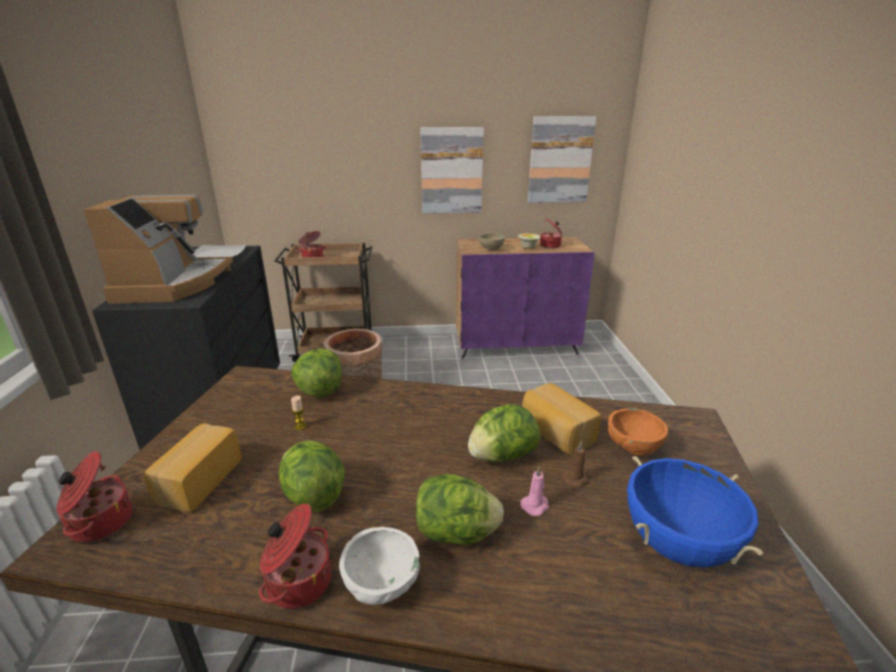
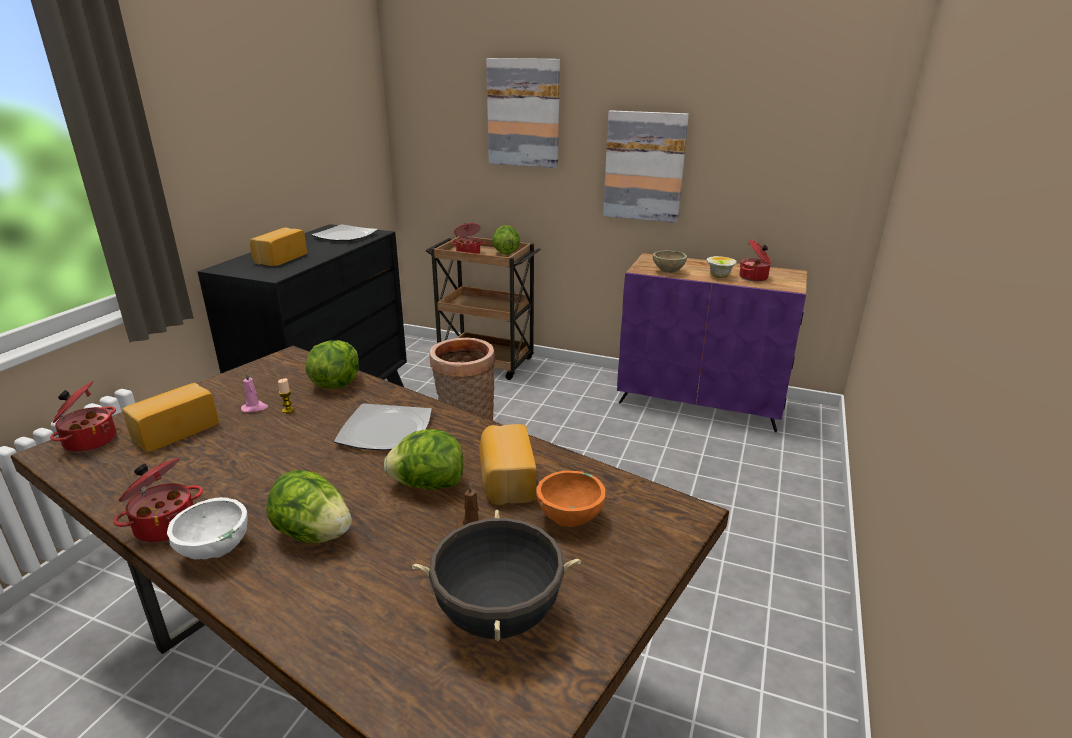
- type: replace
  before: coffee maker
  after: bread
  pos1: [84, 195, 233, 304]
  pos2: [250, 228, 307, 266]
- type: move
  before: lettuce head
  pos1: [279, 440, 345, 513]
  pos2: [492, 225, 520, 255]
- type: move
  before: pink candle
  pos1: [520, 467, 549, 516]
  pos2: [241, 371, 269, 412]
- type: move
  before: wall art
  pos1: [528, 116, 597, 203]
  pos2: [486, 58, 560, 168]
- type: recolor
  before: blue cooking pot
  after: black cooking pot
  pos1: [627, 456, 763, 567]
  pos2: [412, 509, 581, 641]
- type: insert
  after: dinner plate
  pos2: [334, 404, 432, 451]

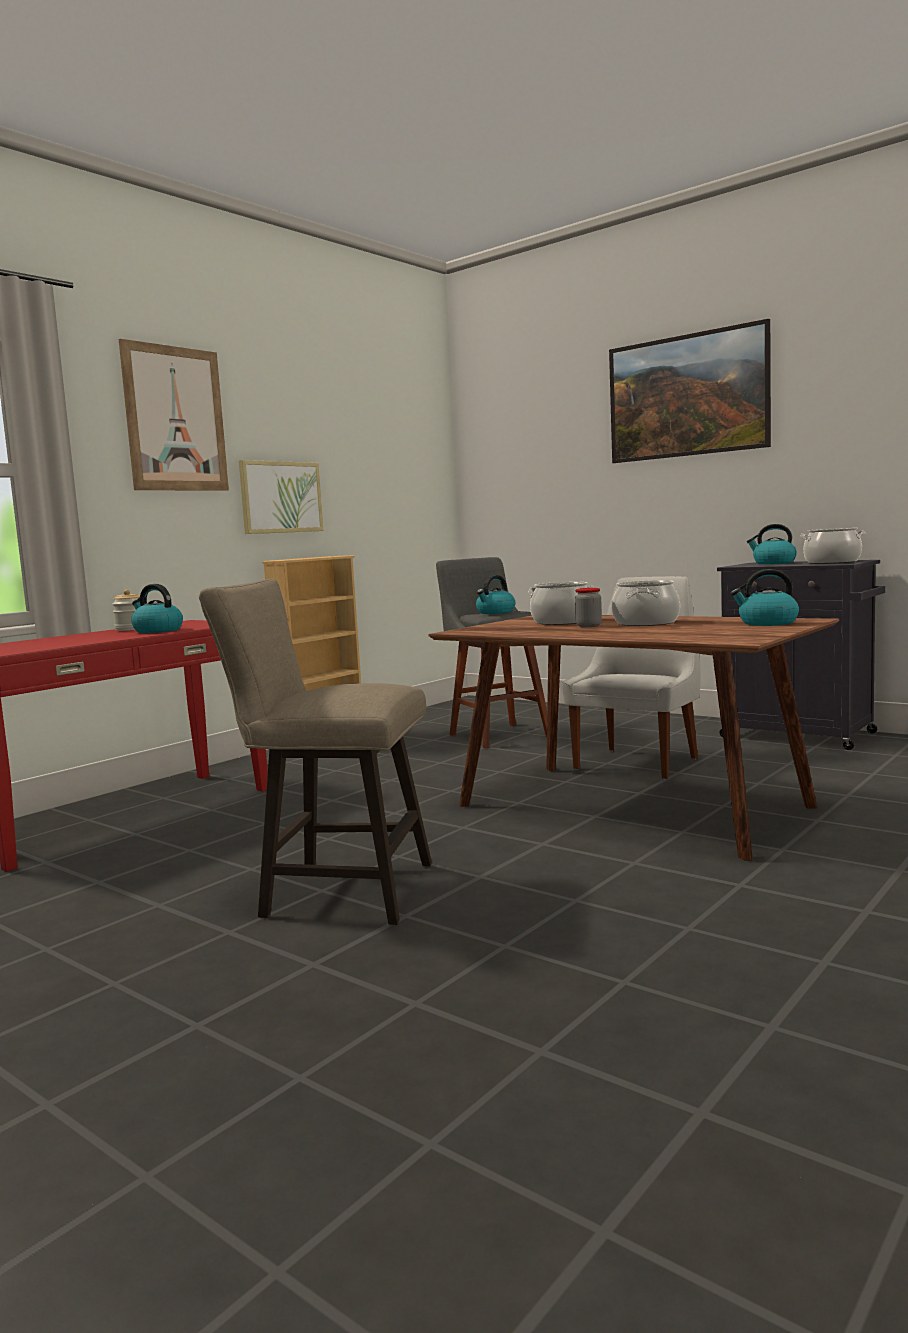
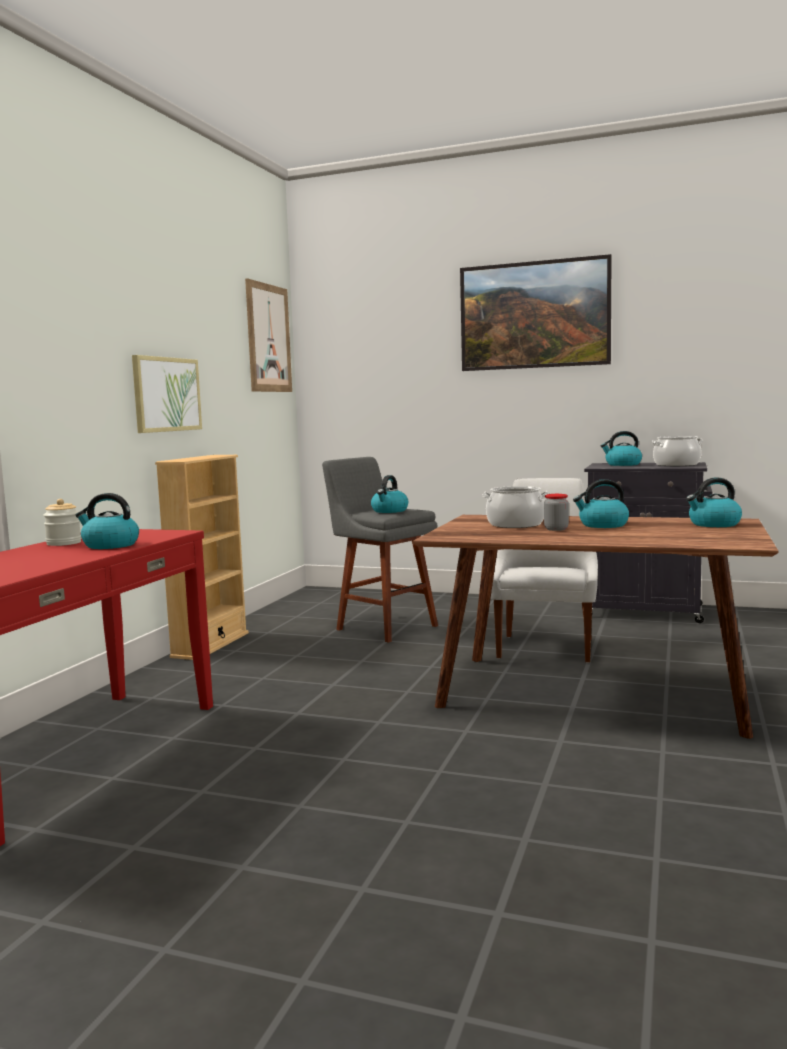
- type: move
  before: wall art
  pos1: [119, 339, 229, 491]
  pos2: [245, 278, 292, 392]
- type: delete
  before: beige stool seat
  pos1: [199, 579, 432, 925]
- type: replace
  before: cooking pot
  after: water kettle
  pos1: [612, 580, 680, 626]
  pos2: [573, 479, 629, 528]

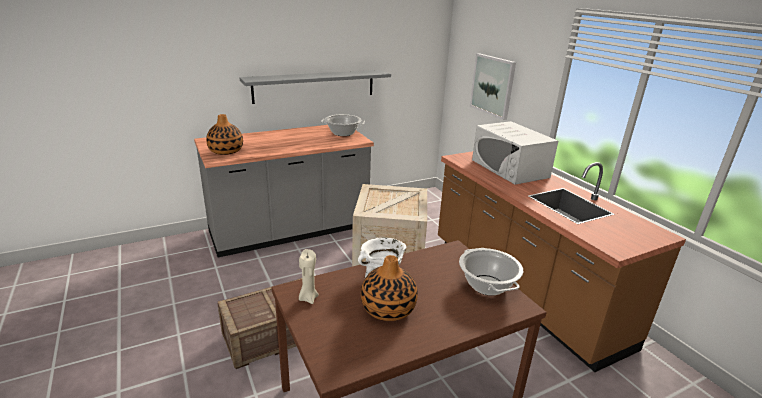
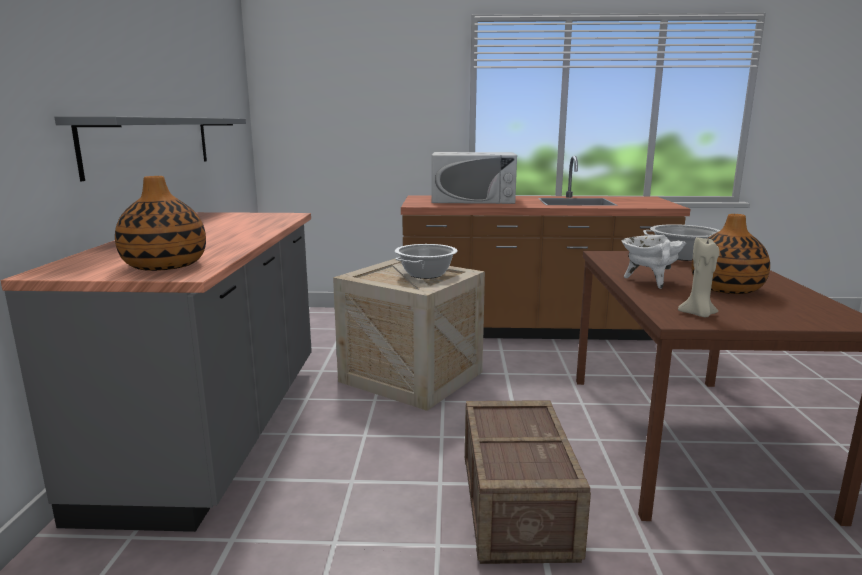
- type: move
  before: cooking pot
  pos1: [321, 114, 365, 136]
  pos2: [395, 244, 458, 279]
- type: delete
  before: wall art
  pos1: [470, 53, 516, 120]

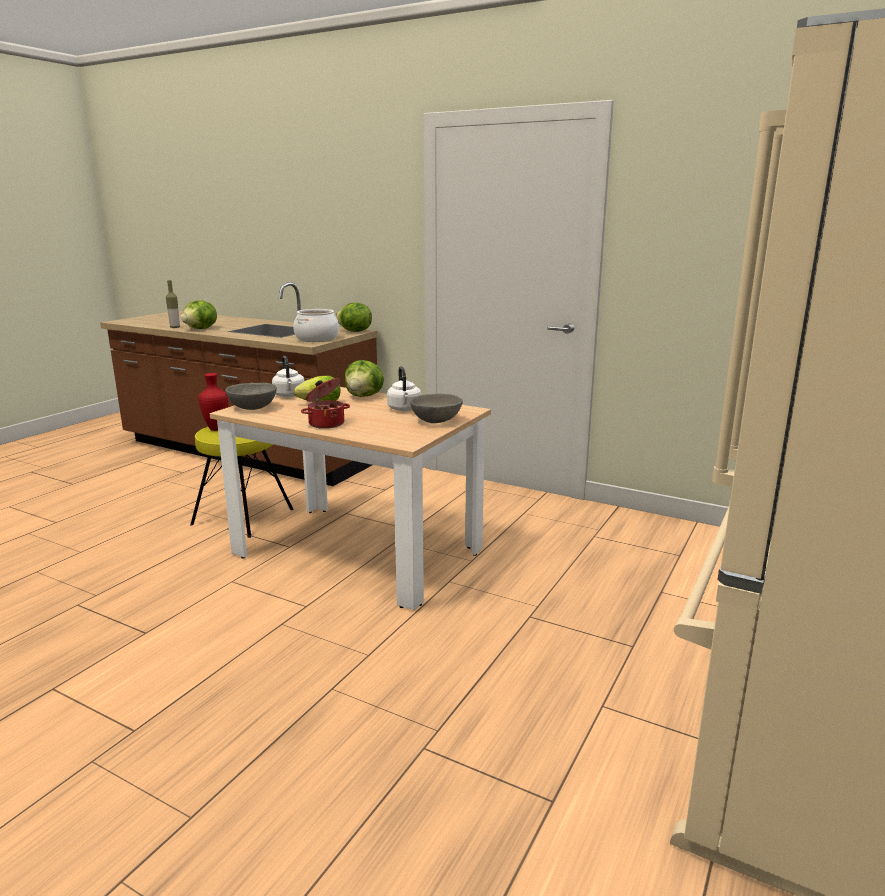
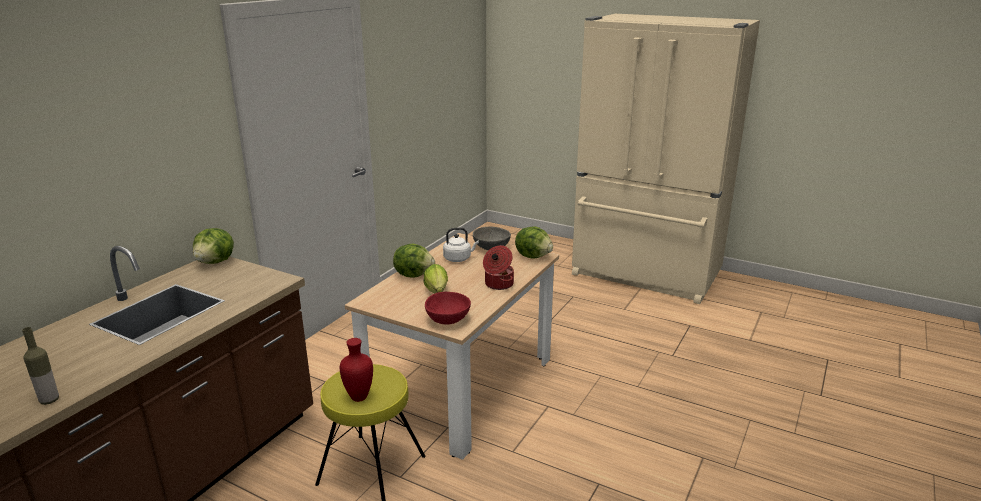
- type: move
  before: lettuce head
  pos1: [181, 300, 217, 329]
  pos2: [515, 227, 553, 259]
- type: recolor
  before: greyish bowl
  after: reddish bowl
  pos1: [225, 383, 277, 410]
  pos2: [425, 292, 471, 324]
- type: delete
  before: white water kettle
  pos1: [272, 355, 304, 397]
- type: delete
  before: cooking pot
  pos1: [293, 309, 339, 342]

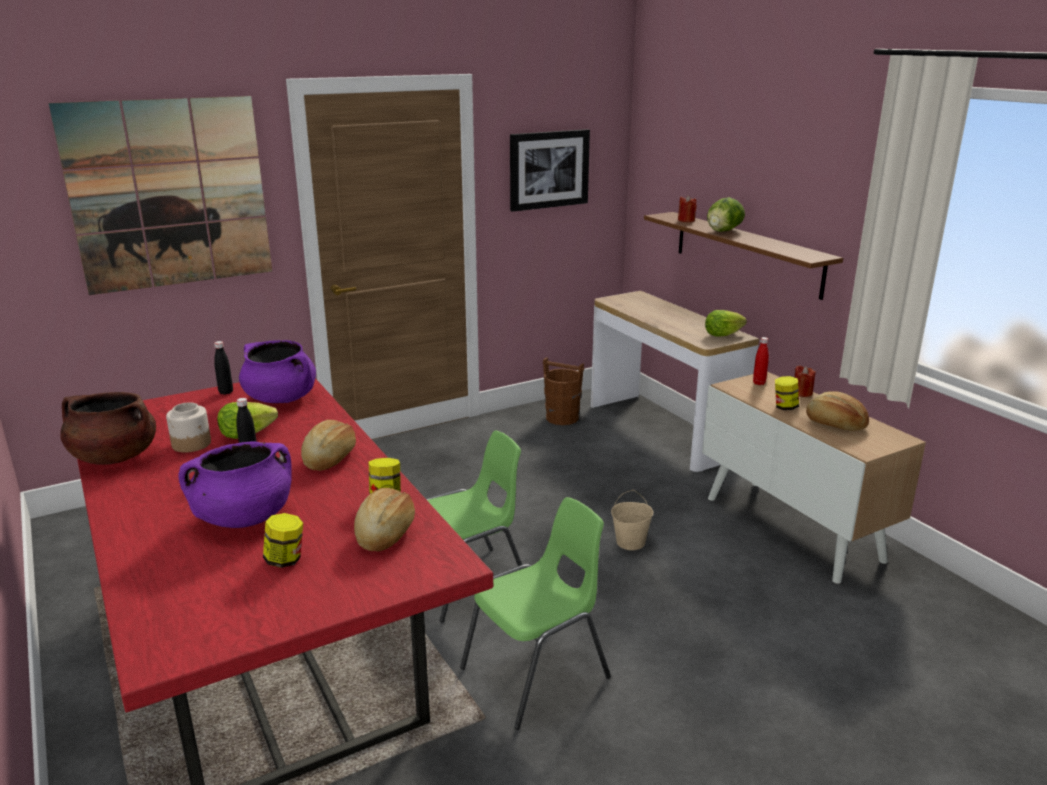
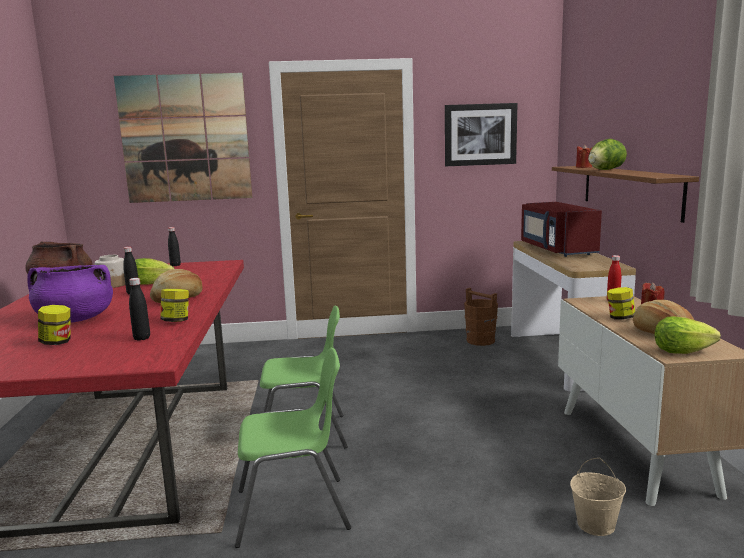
- type: delete
  before: purplish cooking pot
  pos1: [239, 340, 316, 403]
- type: replace
  before: bread
  after: black bottle
  pos1: [354, 488, 415, 551]
  pos2: [129, 278, 150, 341]
- type: move
  before: beige water bucket
  pos1: [611, 490, 653, 550]
  pos2: [570, 458, 626, 536]
- type: move
  before: lettuce head
  pos1: [705, 310, 747, 337]
  pos2: [655, 316, 721, 354]
- type: insert
  after: reddish kitchen microwave
  pos2: [521, 202, 602, 257]

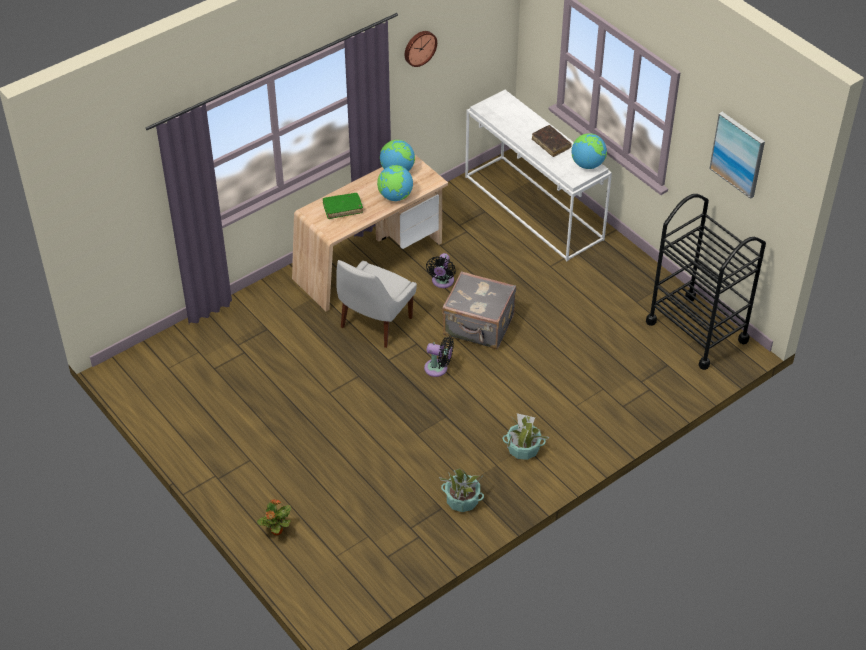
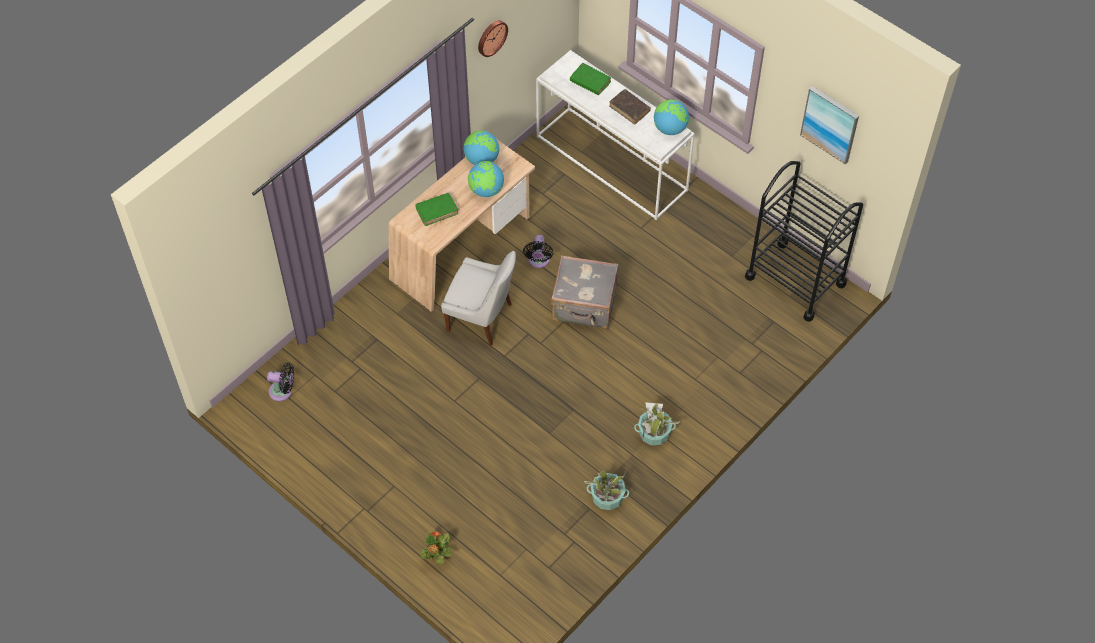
- type: rotate
  before: white chair
  pos1: [336, 260, 417, 348]
  pos2: [441, 251, 516, 346]
  turn: -90
- type: move
  before: black electric fan
  pos1: [424, 337, 454, 377]
  pos2: [267, 363, 294, 401]
- type: insert
  after: green volume
  pos2: [570, 63, 611, 95]

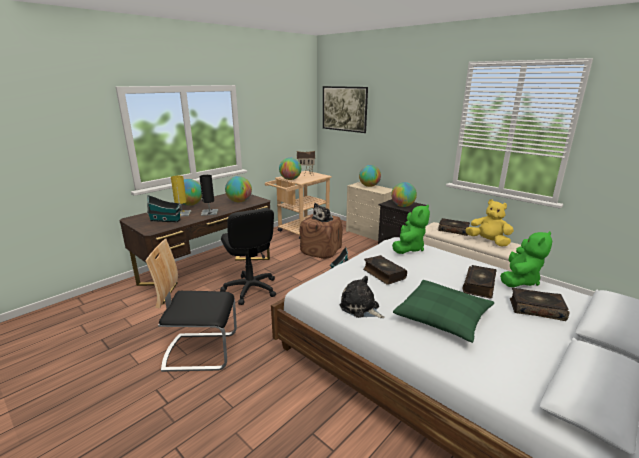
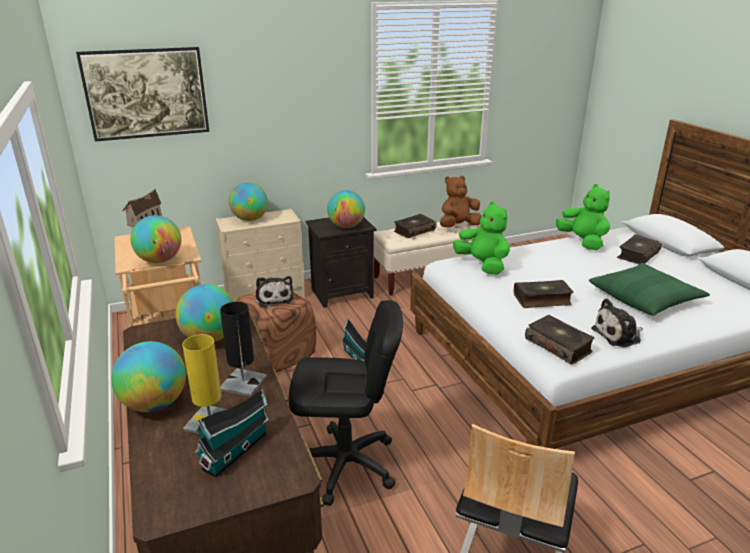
- type: move
  before: volume
  pos1: [462, 265, 497, 298]
  pos2: [525, 315, 594, 364]
- type: recolor
  before: yellow plush toy
  after: brown-coloured plush toy
  pos1: [465, 199, 514, 247]
  pos2: [440, 176, 481, 227]

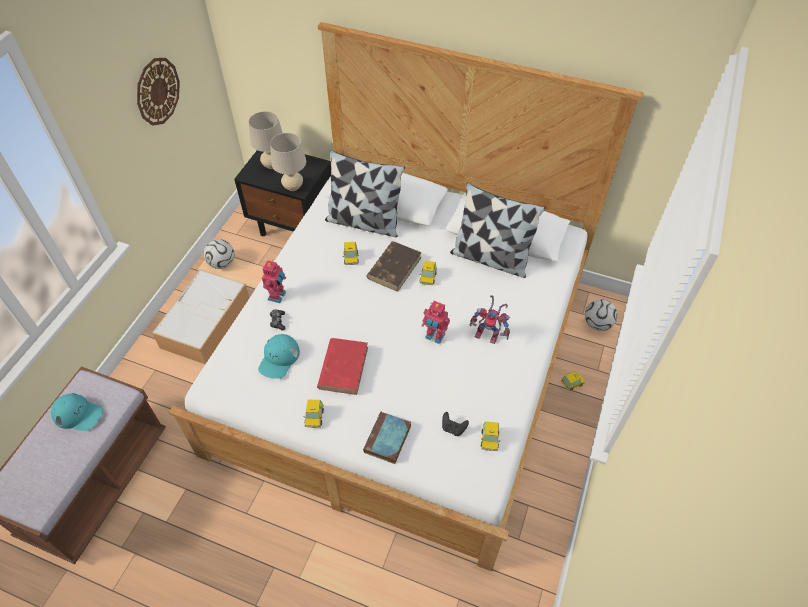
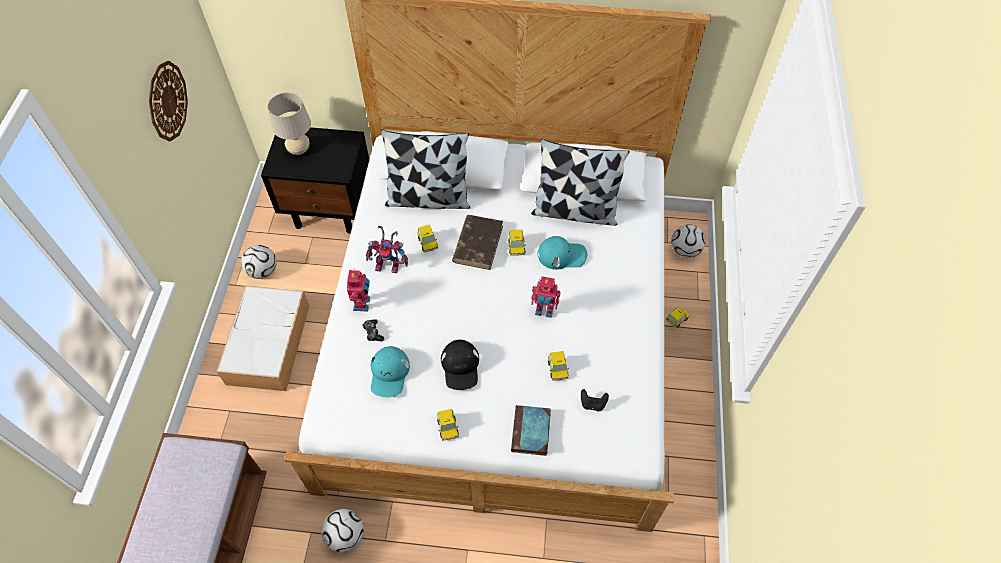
- type: move
  before: turquoise-coloured peaked cap
  pos1: [51, 393, 103, 431]
  pos2: [537, 236, 587, 270]
- type: delete
  before: beige tabletop lamp
  pos1: [270, 133, 306, 191]
- type: replace
  before: reddish volume
  after: black peaked cap
  pos1: [317, 338, 368, 395]
  pos2: [441, 340, 479, 390]
- type: move
  before: toy robot
  pos1: [470, 295, 510, 344]
  pos2: [366, 226, 408, 273]
- type: move
  before: toy car
  pos1: [481, 421, 500, 451]
  pos2: [548, 351, 569, 381]
- type: insert
  after: football ball
  pos2: [321, 509, 364, 552]

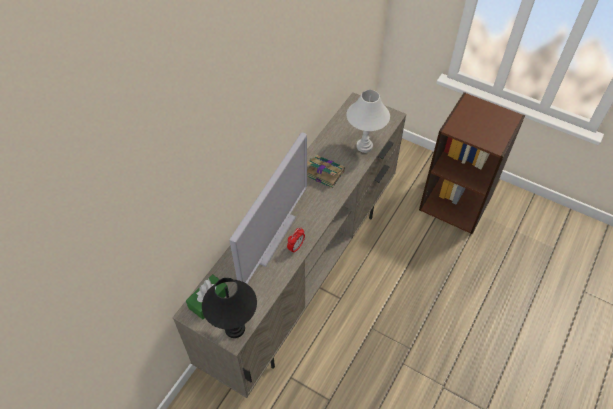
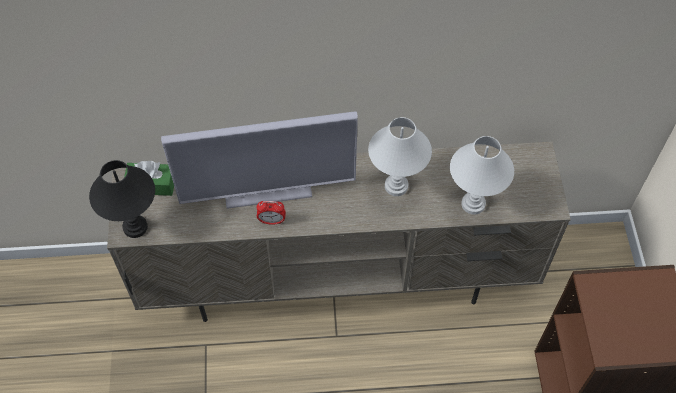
- type: replace
  before: volume
  after: white tabletop lamp
  pos1: [307, 155, 345, 188]
  pos2: [368, 117, 432, 196]

